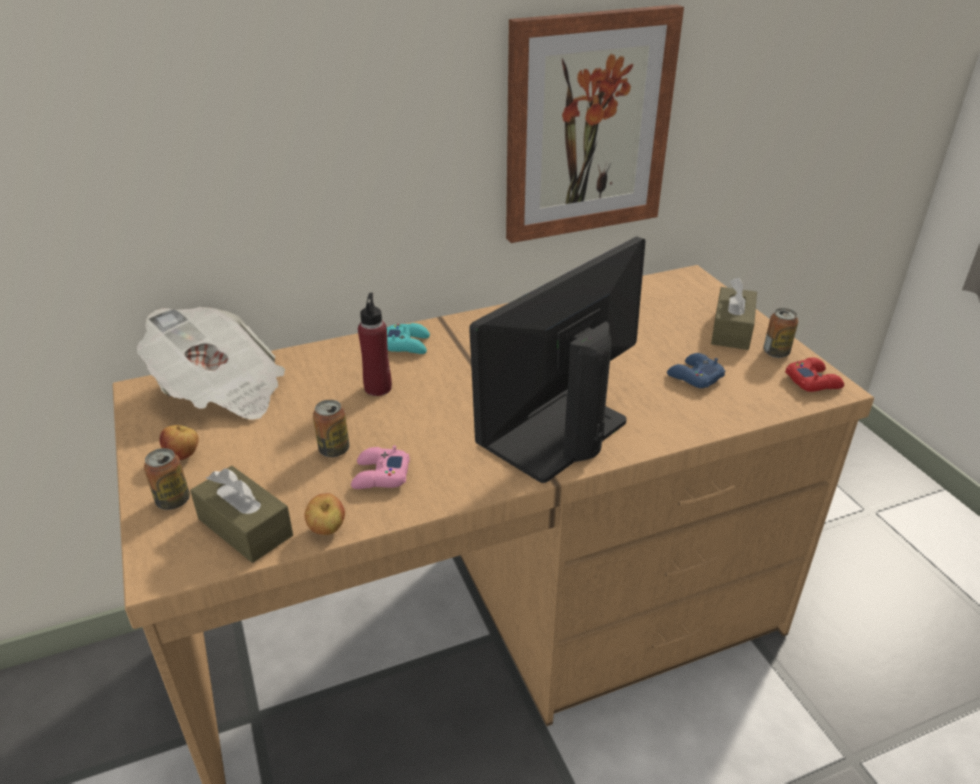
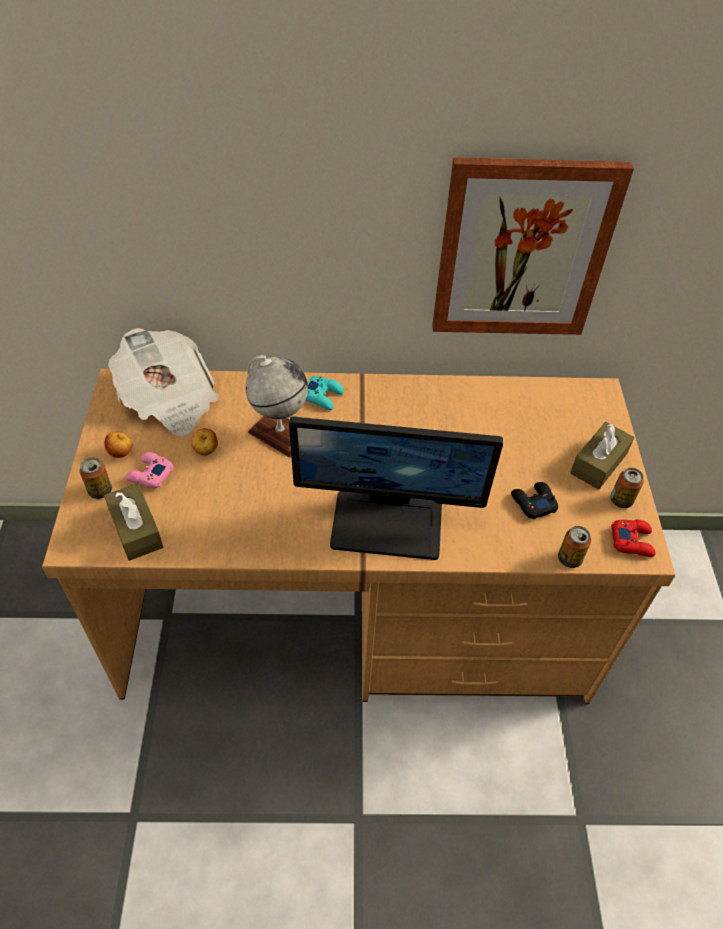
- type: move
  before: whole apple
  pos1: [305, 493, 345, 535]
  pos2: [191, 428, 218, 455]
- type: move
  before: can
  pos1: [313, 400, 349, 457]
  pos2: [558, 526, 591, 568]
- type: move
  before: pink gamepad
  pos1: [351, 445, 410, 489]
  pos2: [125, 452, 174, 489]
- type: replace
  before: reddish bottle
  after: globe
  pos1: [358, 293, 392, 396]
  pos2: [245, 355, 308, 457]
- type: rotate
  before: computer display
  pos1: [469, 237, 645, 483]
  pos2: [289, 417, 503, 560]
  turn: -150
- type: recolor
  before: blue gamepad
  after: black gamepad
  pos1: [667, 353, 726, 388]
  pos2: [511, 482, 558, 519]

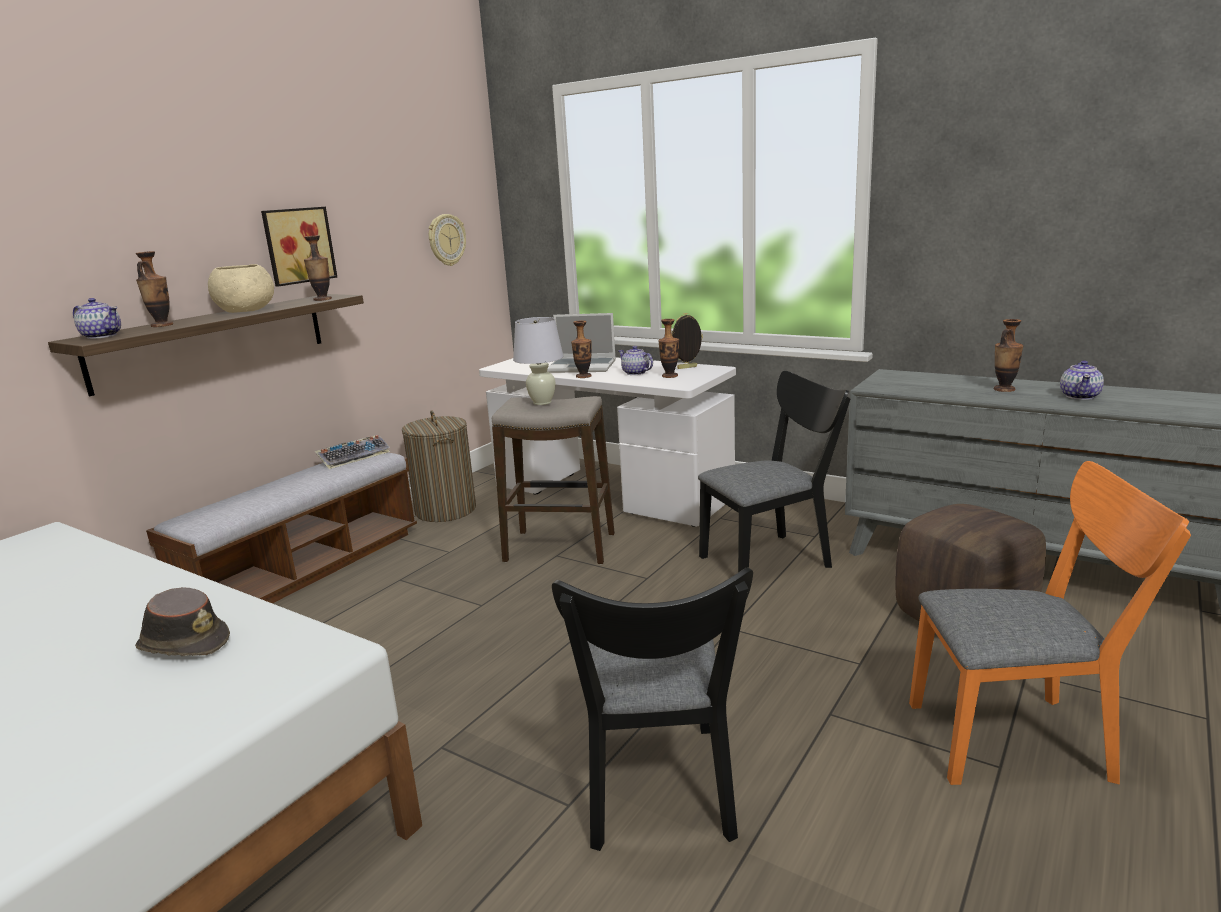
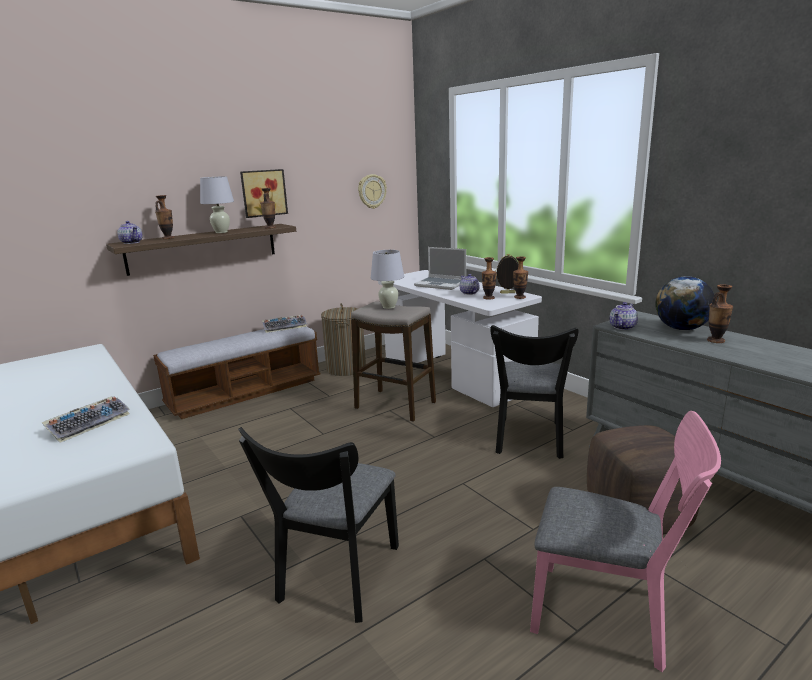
- type: replace
  before: brown-coloured clothing hat
  after: PC keyboard
  pos1: [135, 587, 230, 656]
  pos2: [42, 396, 130, 443]
- type: replace
  before: beige bowl
  after: white tabletop lamp
  pos1: [208, 264, 274, 313]
  pos2: [200, 176, 234, 233]
- type: move
  before: decorative vase
  pos1: [571, 320, 592, 378]
  pos2: [513, 256, 528, 299]
- type: rotate
  before: black chair
  pos1: [698, 371, 850, 572]
  pos2: [490, 325, 579, 459]
  turn: 105
- type: recolor
  before: orange-coloured chair
  after: pink chair
  pos1: [909, 461, 1191, 785]
  pos2: [530, 411, 721, 672]
- type: move
  before: teapot
  pos1: [1060, 360, 1104, 400]
  pos2: [609, 302, 638, 330]
- type: insert
  after: globe
  pos2: [655, 276, 714, 330]

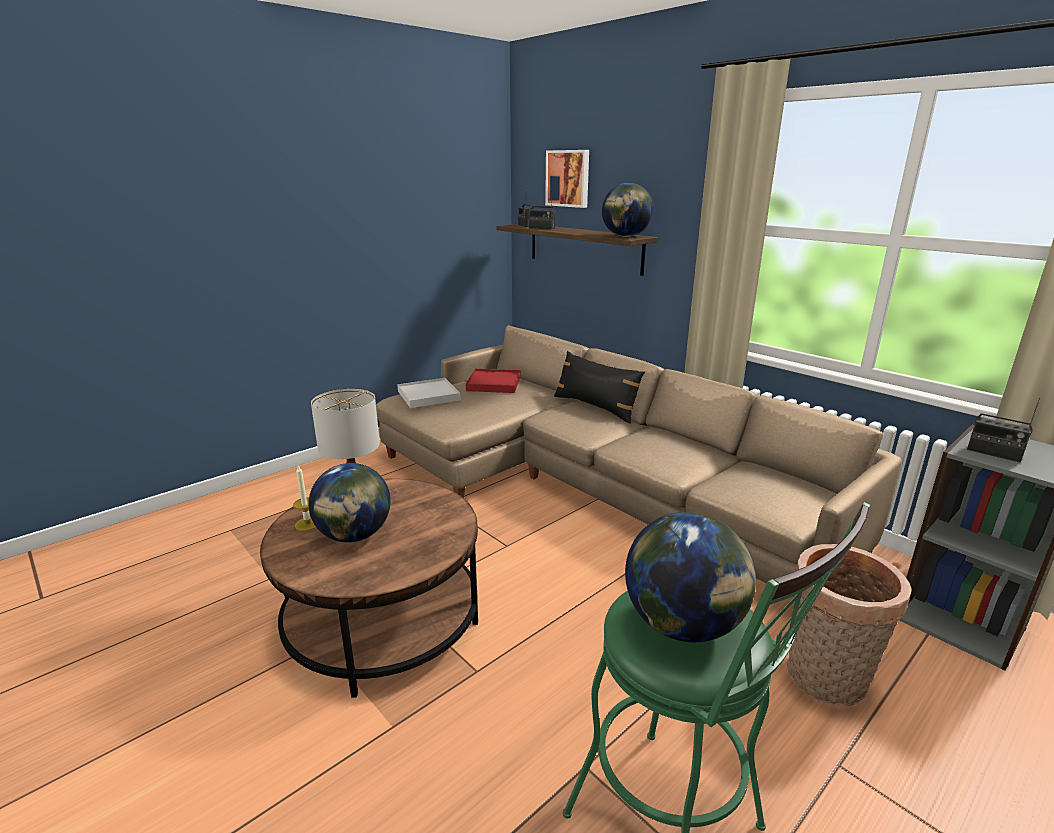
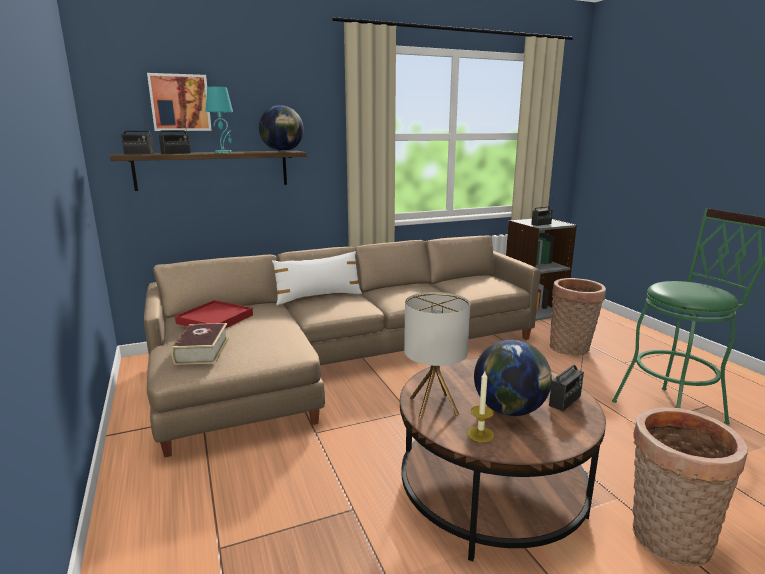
- type: replace
  before: white carrying tray
  after: volume
  pos1: [397, 378, 461, 408]
  pos2: [172, 323, 229, 365]
- type: recolor
  before: black pillow
  after: white pillow
  pos1: [554, 351, 645, 424]
  pos2: [272, 251, 362, 305]
- type: delete
  before: globe
  pos1: [625, 512, 756, 642]
- type: insert
  after: turquoise-coloured tabletop lamp
  pos2: [205, 86, 233, 153]
- type: insert
  after: radio set
  pos2: [549, 343, 585, 411]
- type: insert
  after: household basket
  pos2: [633, 407, 747, 567]

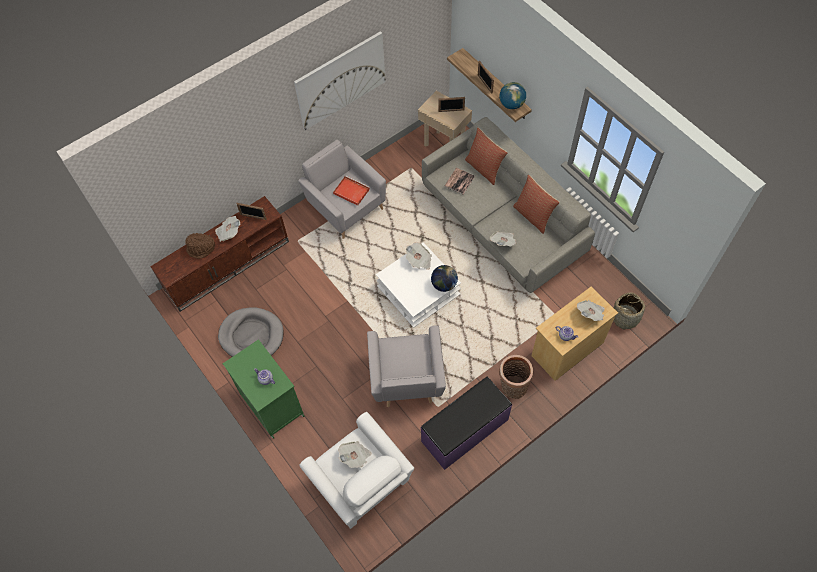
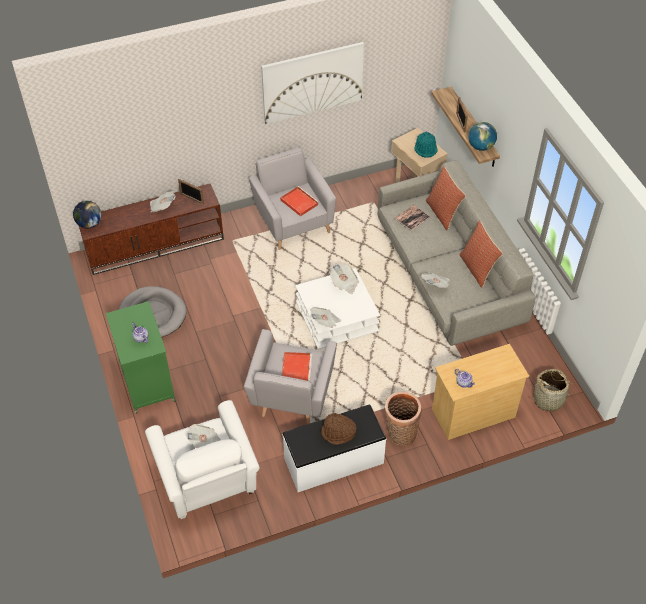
- type: move
  before: brown-coloured clothing hat
  pos1: [185, 233, 215, 259]
  pos2: [321, 413, 356, 445]
- type: recolor
  before: purplish long seat
  after: white long seat
  pos1: [421, 376, 512, 470]
  pos2: [282, 405, 386, 492]
- type: move
  before: globe
  pos1: [431, 265, 458, 292]
  pos2: [73, 201, 101, 229]
- type: replace
  before: photo frame
  after: turquoise-coloured clothing hat
  pos1: [438, 97, 465, 112]
  pos2: [414, 132, 438, 158]
- type: move
  before: printed paper
  pos1: [577, 300, 605, 321]
  pos2: [310, 307, 341, 328]
- type: insert
  after: reddish carrying tray
  pos2: [282, 352, 313, 382]

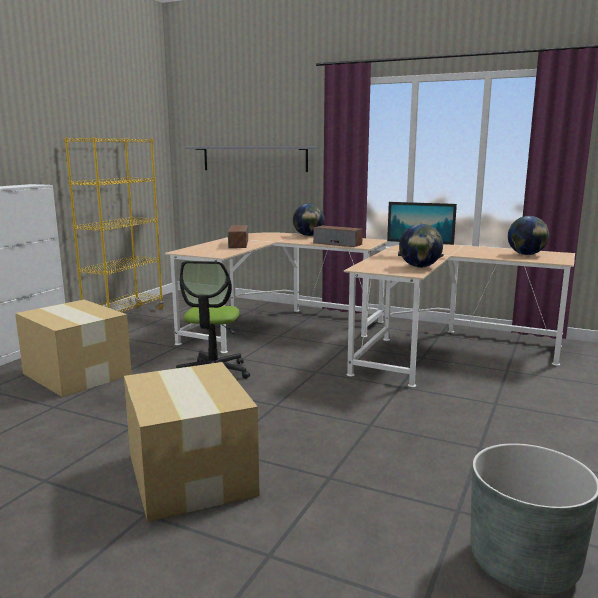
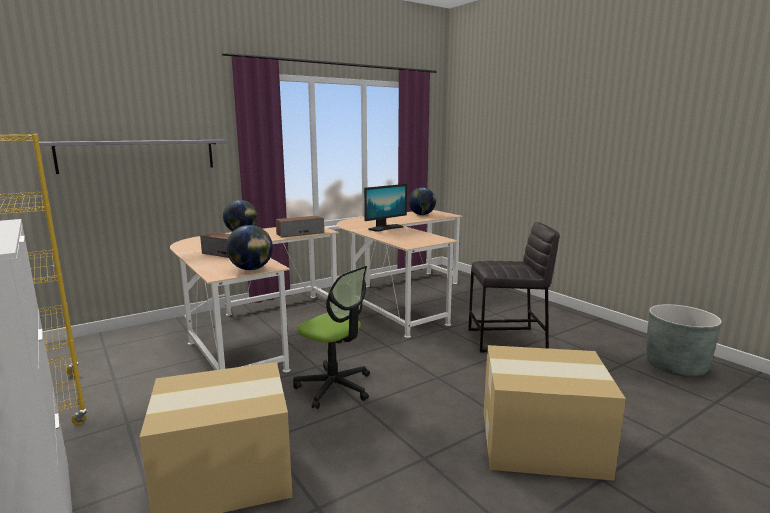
- type: move
  before: globe
  pos1: [399, 224, 443, 268]
  pos2: [226, 225, 273, 270]
- type: insert
  after: greyish stool seat
  pos2: [468, 222, 560, 352]

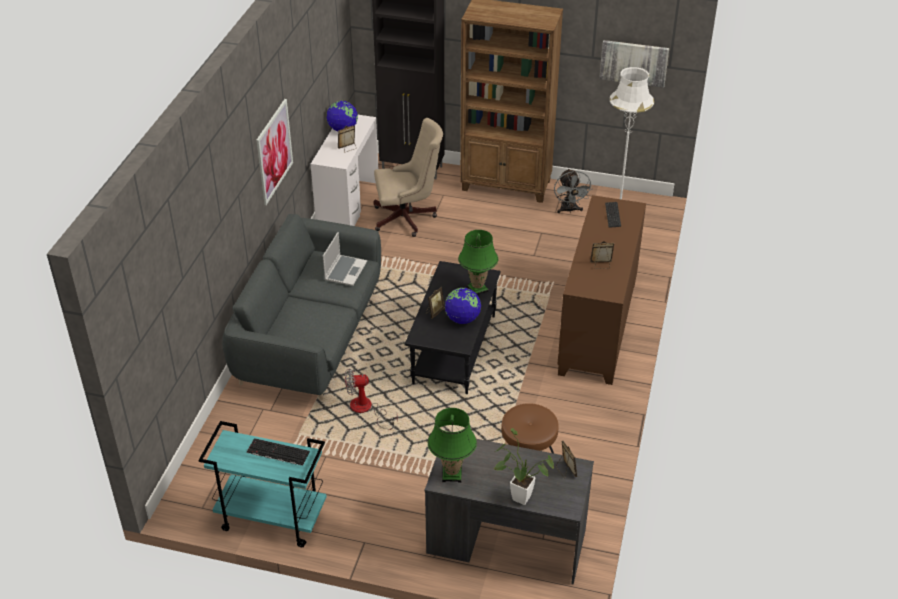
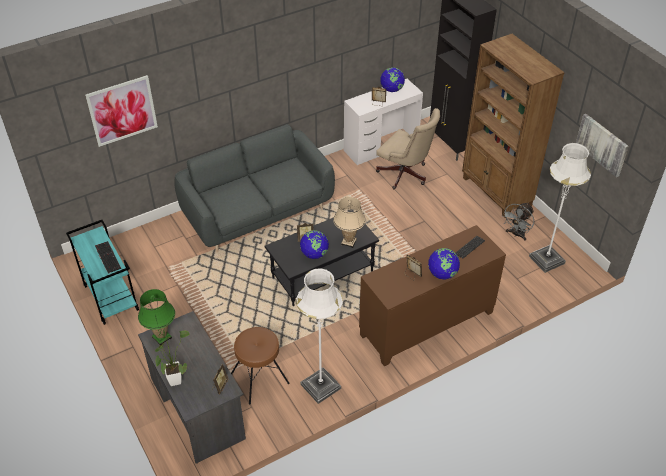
- type: move
  before: wall art
  pos1: [256, 99, 293, 205]
  pos2: [85, 75, 158, 147]
- type: delete
  before: notebook computer
  pos1: [323, 232, 367, 286]
- type: delete
  before: electric fan
  pos1: [345, 368, 398, 430]
- type: recolor
  before: green tabletop lamp
  after: beige tabletop lamp
  pos1: [458, 230, 498, 294]
  pos2: [333, 197, 366, 248]
- type: insert
  after: white standing lamp
  pos2: [296, 268, 343, 404]
- type: insert
  after: globe
  pos2: [428, 248, 460, 280]

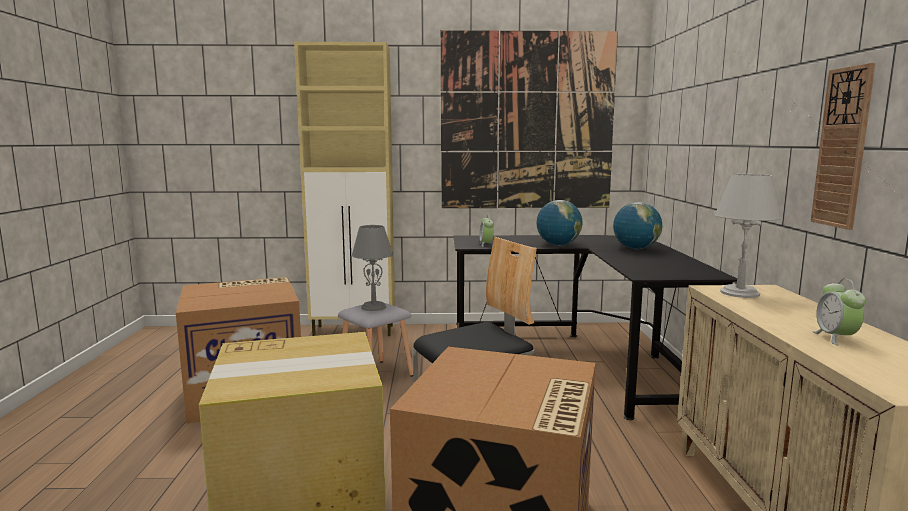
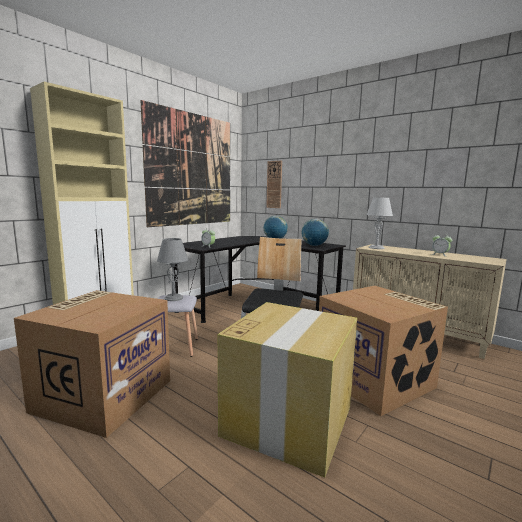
- type: move
  before: globe
  pos1: [536, 200, 583, 246]
  pos2: [302, 219, 329, 246]
- type: move
  before: clock on the wall
  pos1: [811, 63, 875, 230]
  pos2: [266, 161, 282, 208]

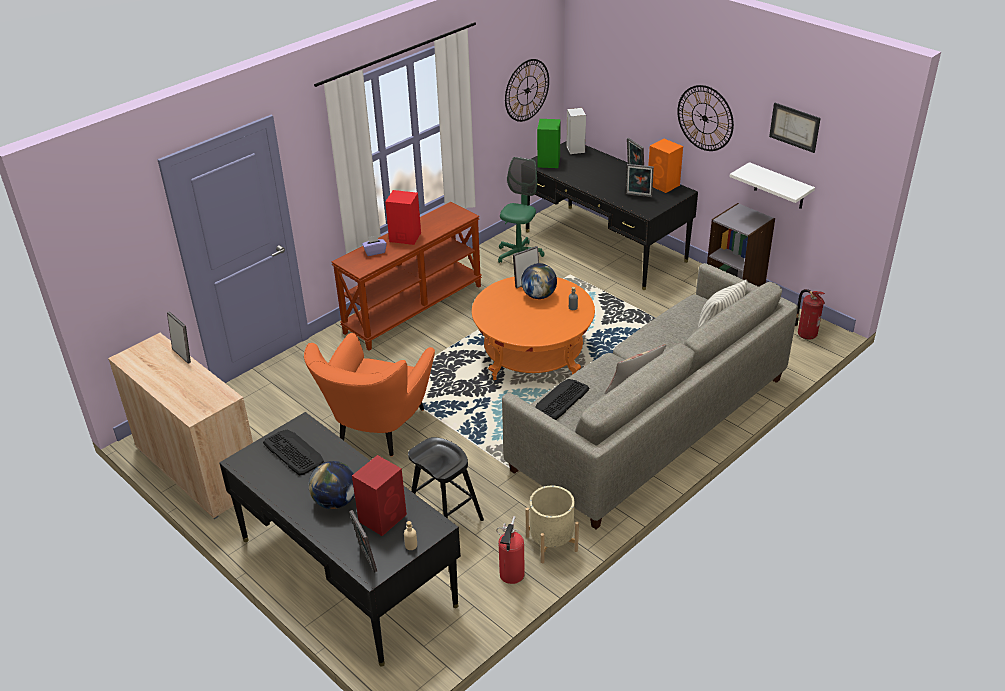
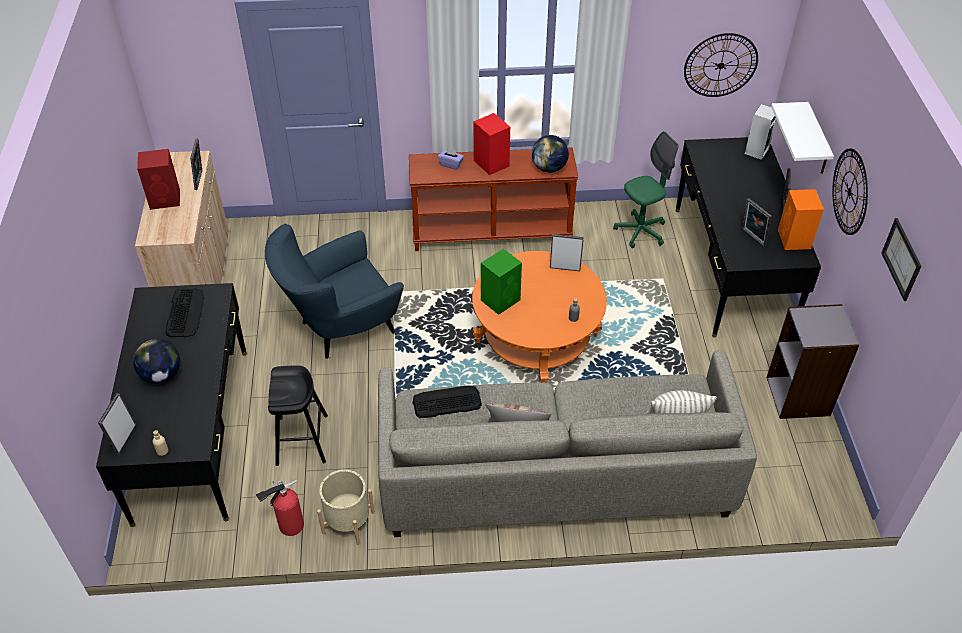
- type: recolor
  before: orange-coloured easy chair
  after: blue easy chair
  pos1: [304, 333, 435, 456]
  pos2: [265, 224, 404, 359]
- type: move
  before: reddish audio speaker
  pos1: [352, 455, 407, 536]
  pos2: [137, 149, 180, 210]
- type: move
  before: globe
  pos1: [521, 263, 557, 299]
  pos2: [532, 135, 569, 172]
- type: move
  before: green audio speaker
  pos1: [537, 119, 561, 168]
  pos2: [481, 249, 522, 315]
- type: move
  before: white bracket shelf
  pos1: [730, 162, 815, 209]
  pos2: [771, 102, 834, 174]
- type: delete
  before: extinguisher
  pos1: [795, 289, 825, 339]

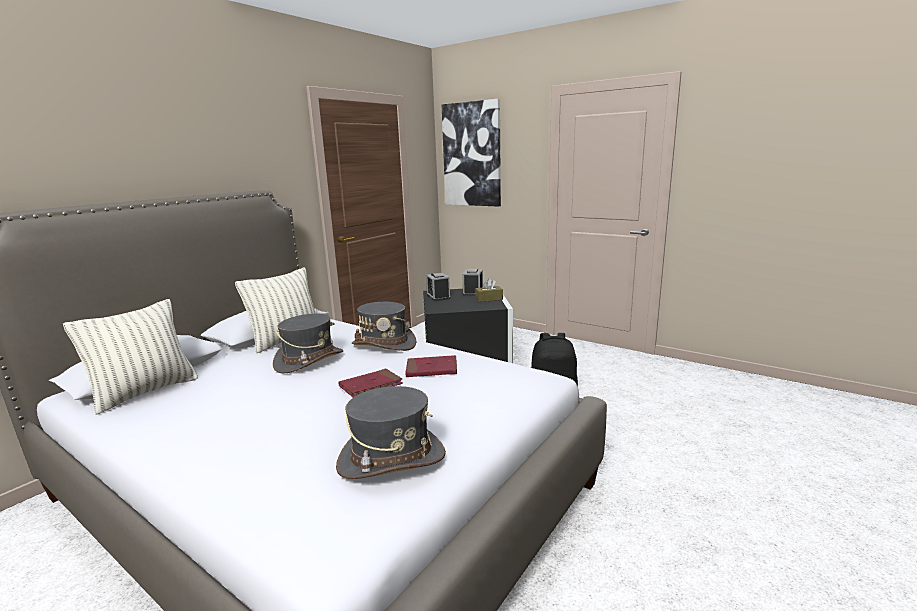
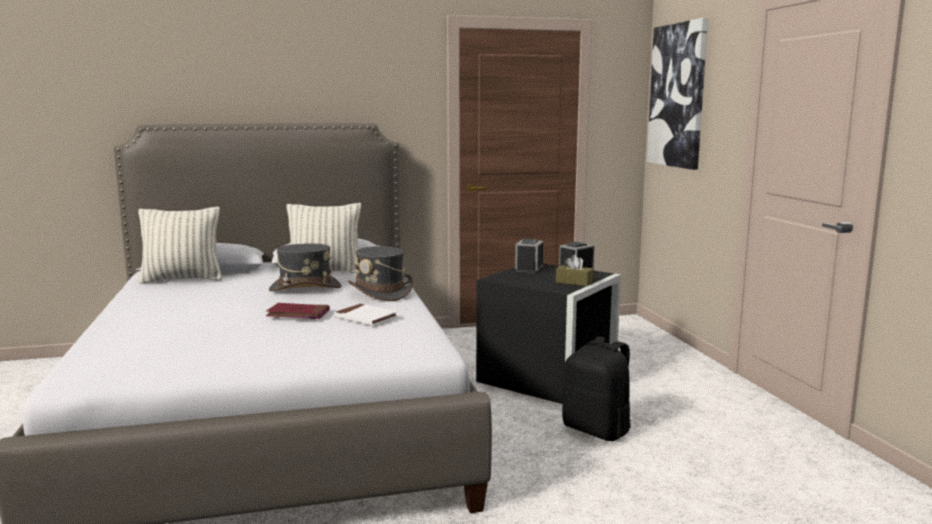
- type: delete
  before: greyish clothing hat
  pos1: [336, 386, 446, 479]
- type: recolor
  before: reddish volume
  after: white volume
  pos1: [405, 355, 457, 377]
  pos2: [334, 304, 398, 326]

